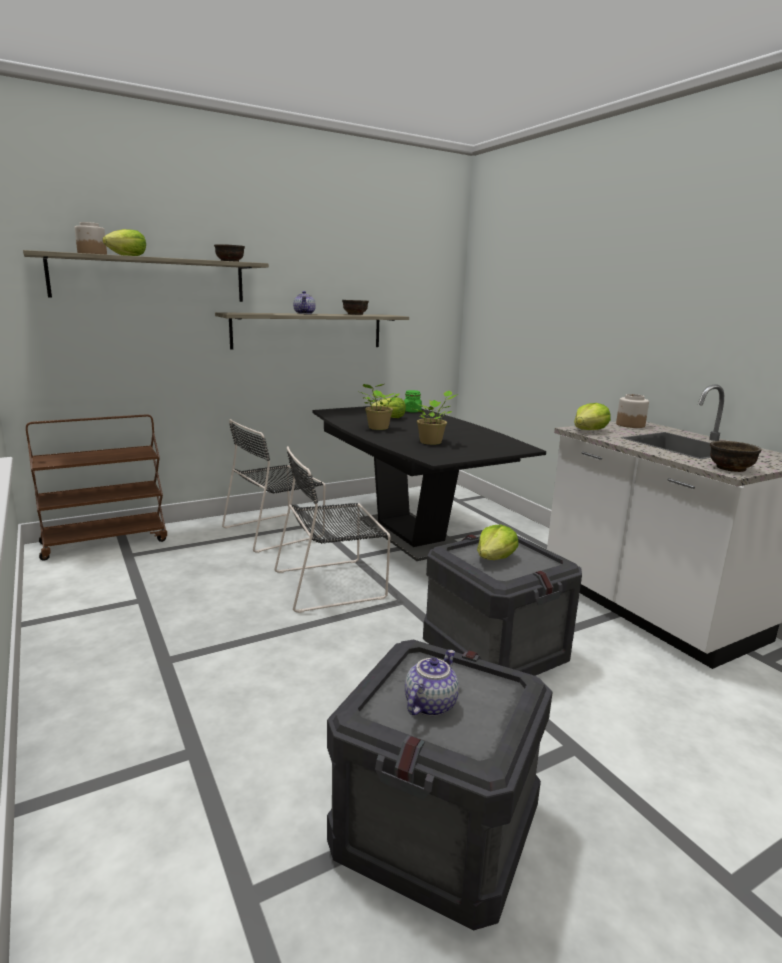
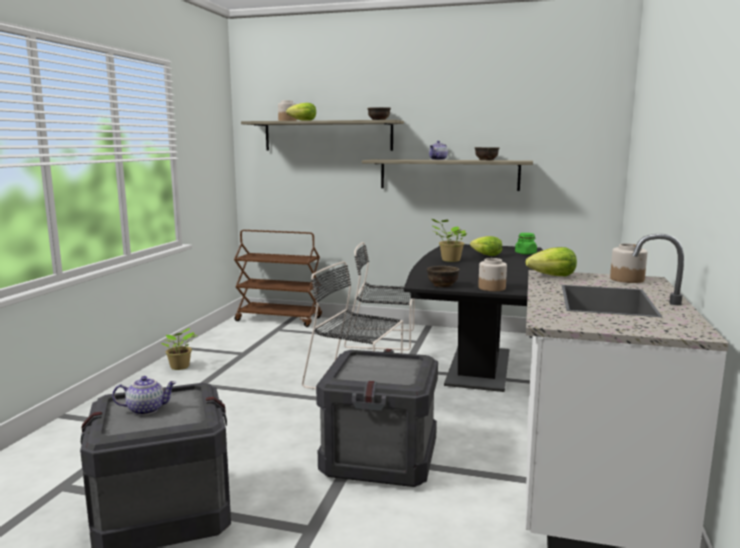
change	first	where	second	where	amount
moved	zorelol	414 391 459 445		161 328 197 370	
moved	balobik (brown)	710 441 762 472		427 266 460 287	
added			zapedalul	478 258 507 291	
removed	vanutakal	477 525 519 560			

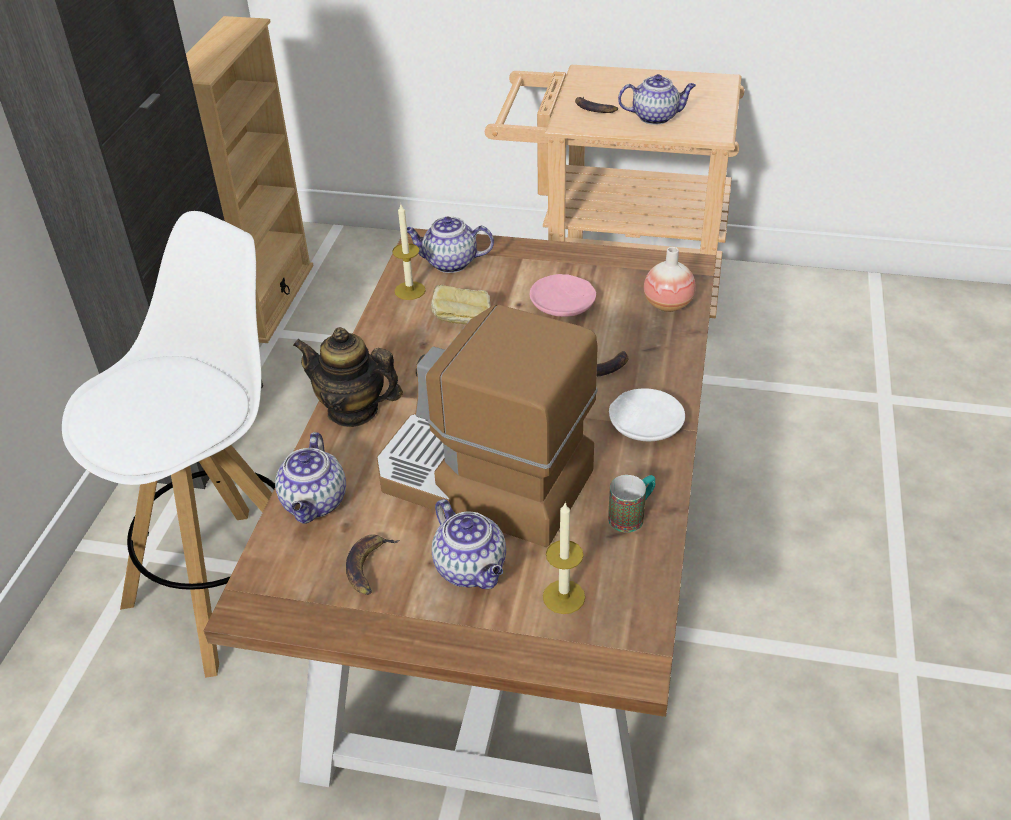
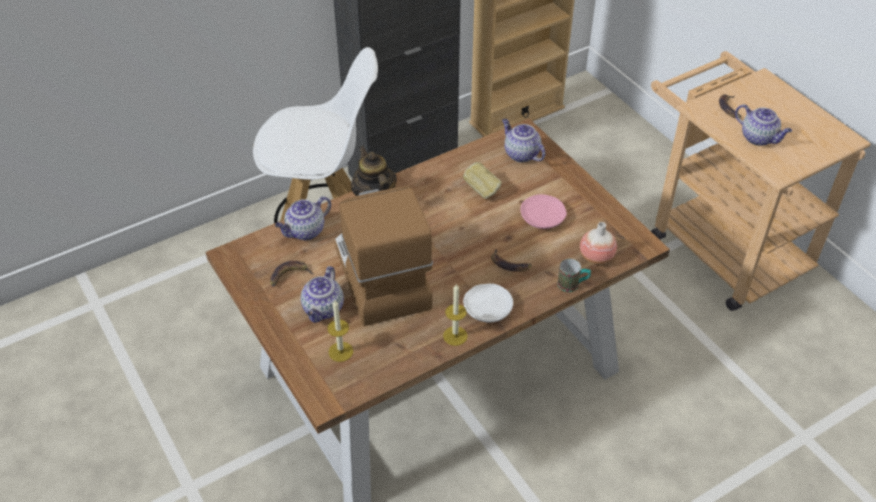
change	first	where	second	where	amount
moved	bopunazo	392 204 426 300		443 283 468 346	
moved	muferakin	608 475 655 533		558 259 591 292	

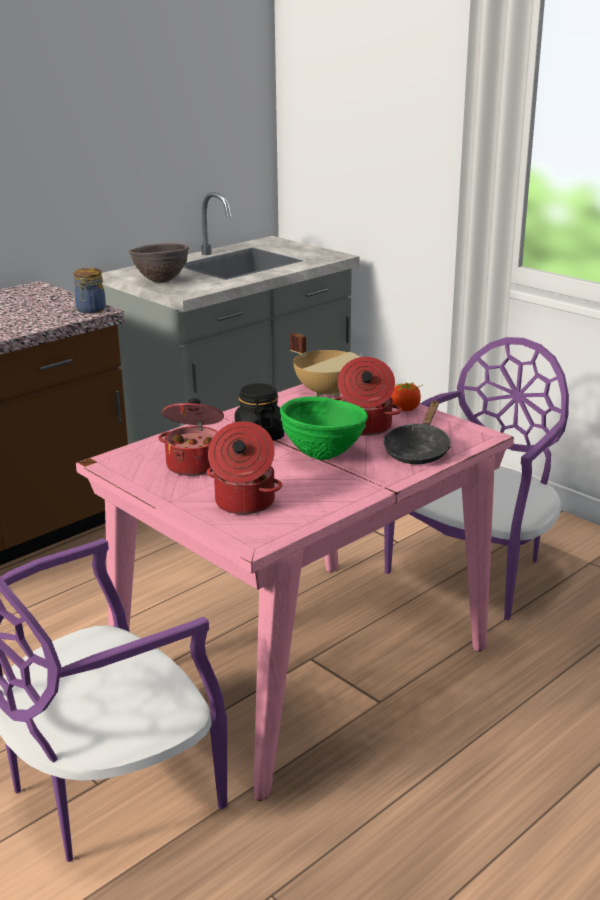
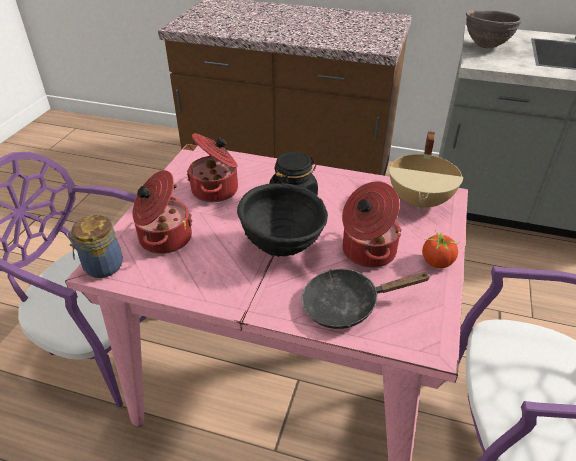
change	first	where	second	where	amount
moved	zapedalul	74 268 106 314		67 215 123 278	
recoloured	balobik (green)	280 396 368 460	balobik (black)	237 183 328 257	

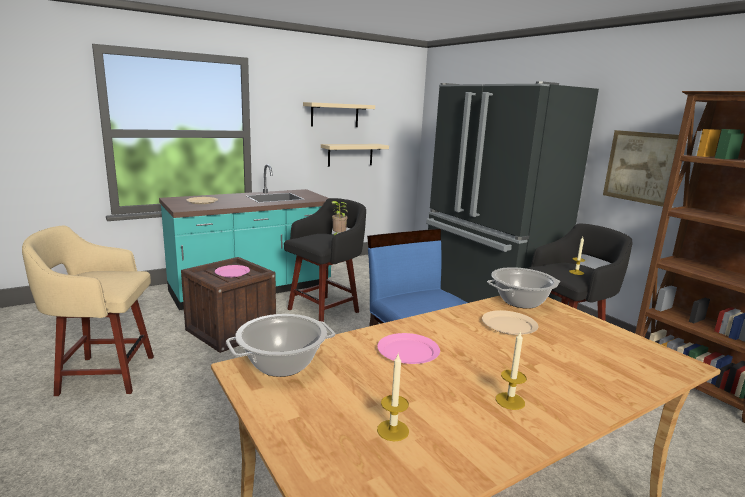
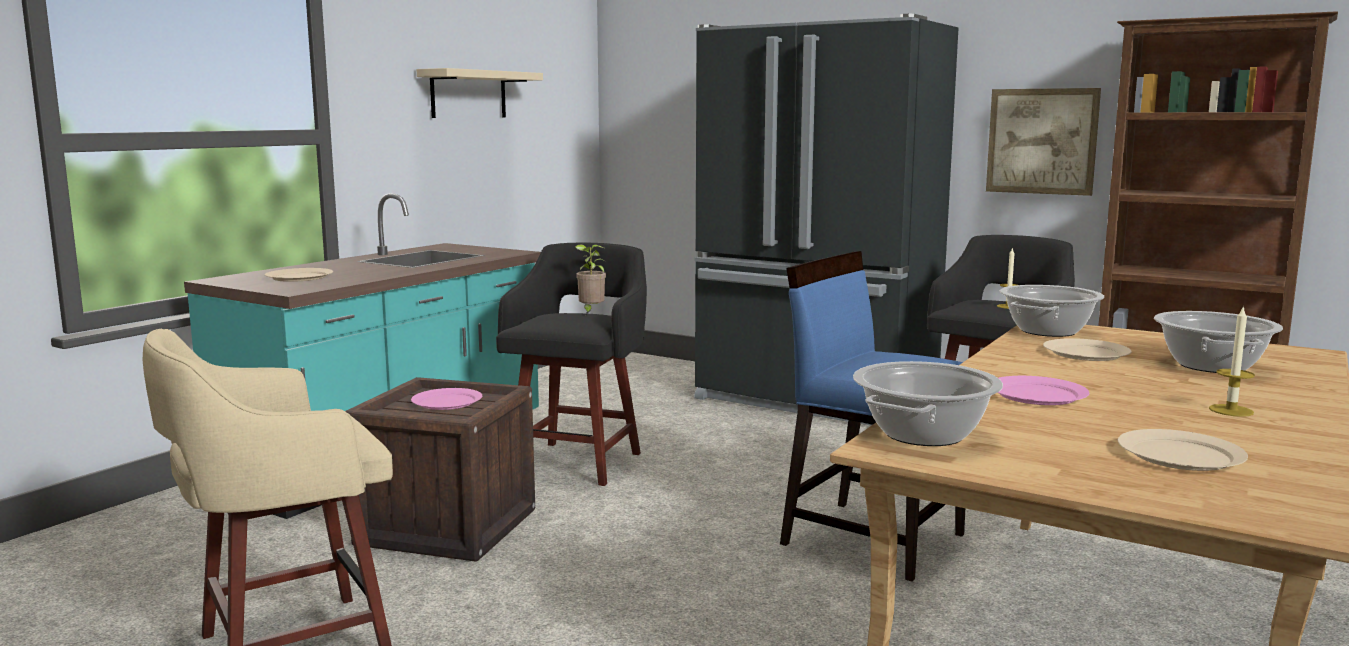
change	first	where	second	where	amount
replaced	bopunazo	377 354 409 441	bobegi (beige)	1118 429 1248 471	
added			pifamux	1154 311 1283 373	
removed	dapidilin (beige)	321 144 389 167			

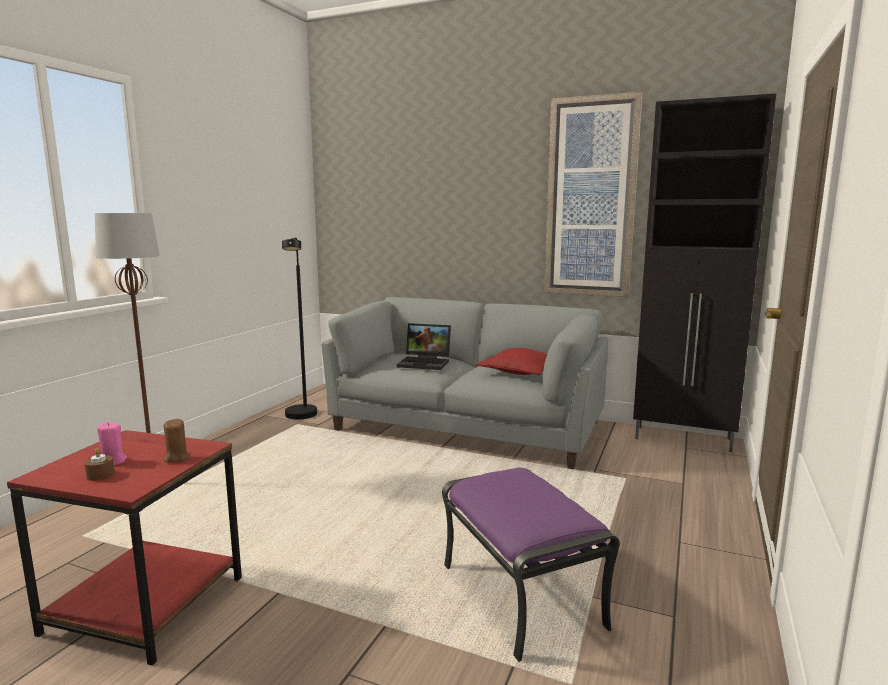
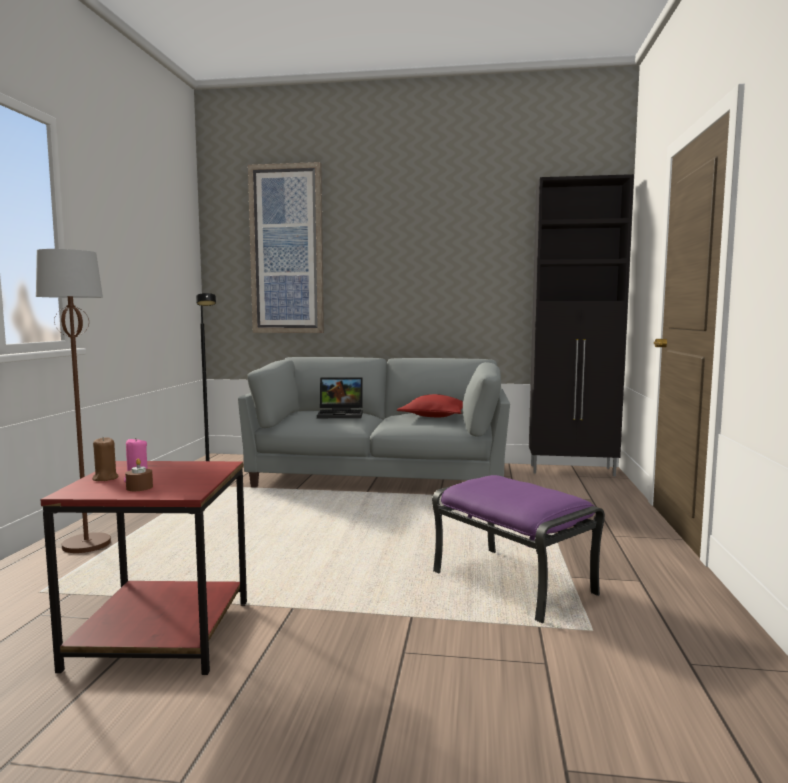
change	first	where	second	where	amount
moved	bopunazo (brown)	163 419 189 463		92 437 118 481	
moved	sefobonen	544 92 643 297		248 162 324 333	

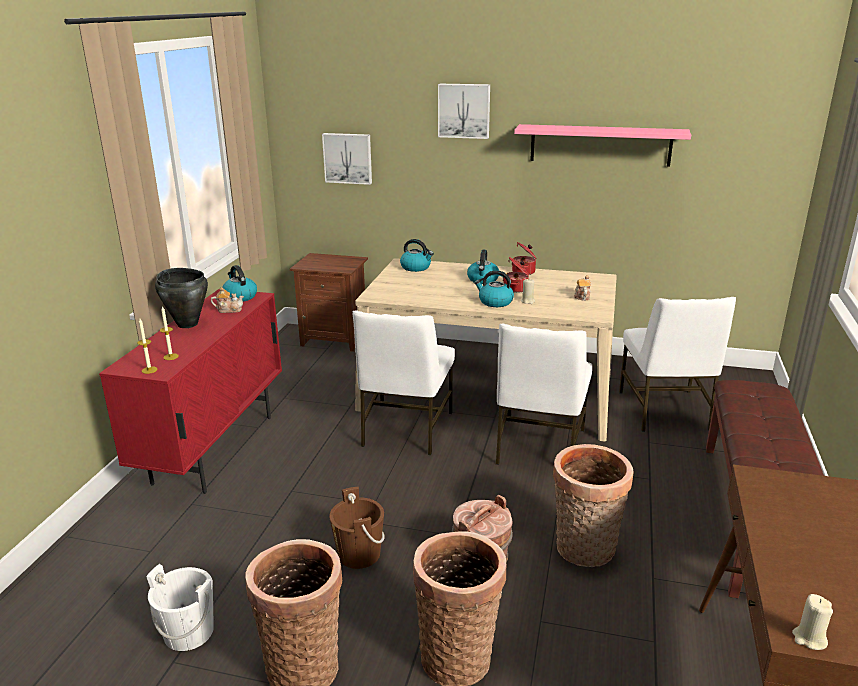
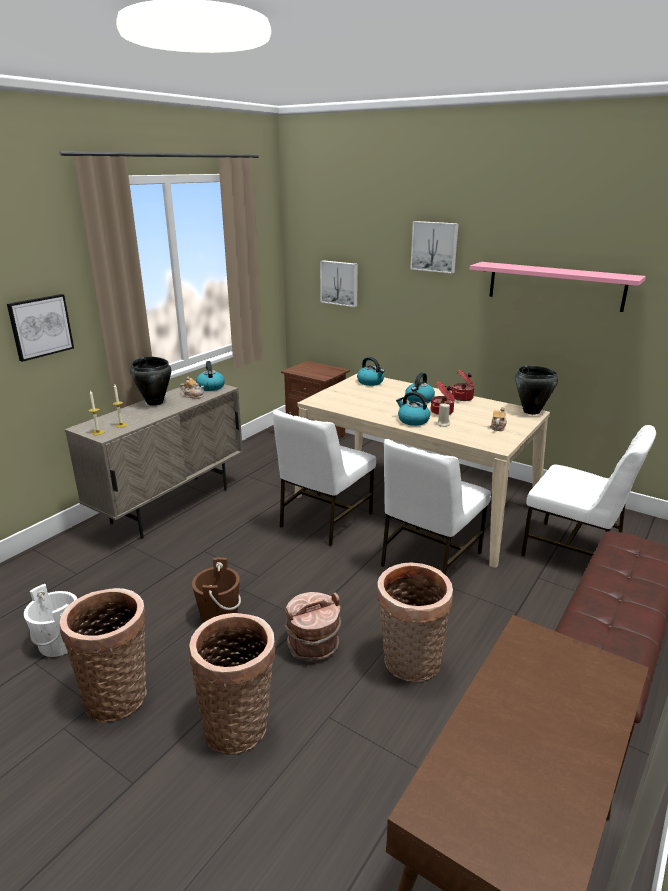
change	first	where	second	where	amount
added			sefobonen	7 294 74 362	
recoloured	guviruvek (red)	99 289 282 494	guviruvek (beige)	65 381 243 539	
added			pifamux (black)	515 365 558 415	
turned	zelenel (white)	619 297 736 432		521 425 656 556	75 degrees counterclockwise
removed	bopunazo (beige)	792 594 833 650			

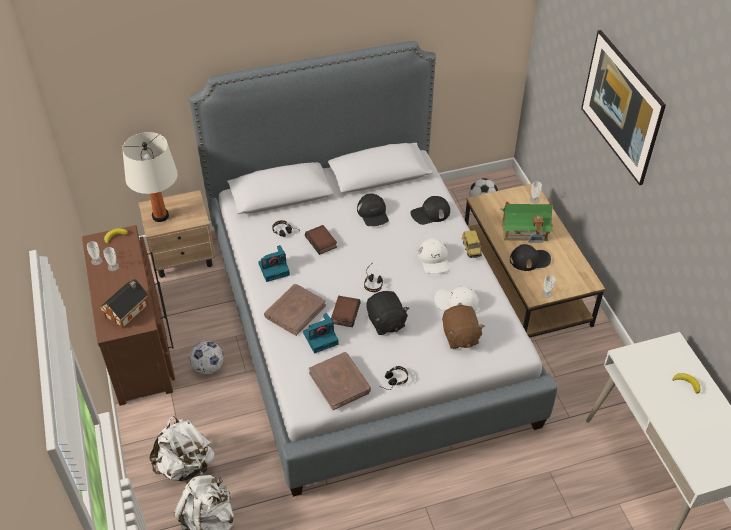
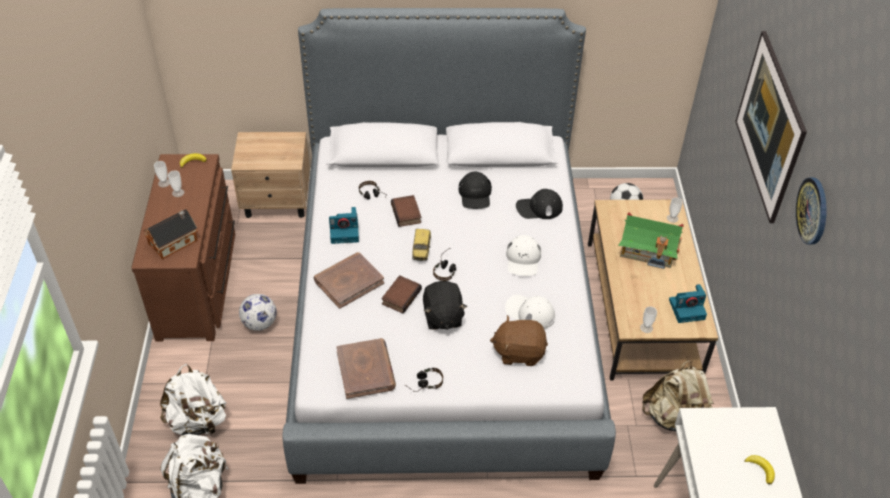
change	first	where	second	where	amount
moved	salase	462 230 482 258		412 229 431 261	
turned	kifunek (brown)	442 305 485 349		490 315 548 366	90 degrees clockwise
added			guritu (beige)	642 360 714 431	
moved	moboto	303 313 338 353		669 284 707 323	
added			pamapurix	796 178 827 244	
removed	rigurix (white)	122 132 178 222			
removed	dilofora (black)	510 244 551 271			

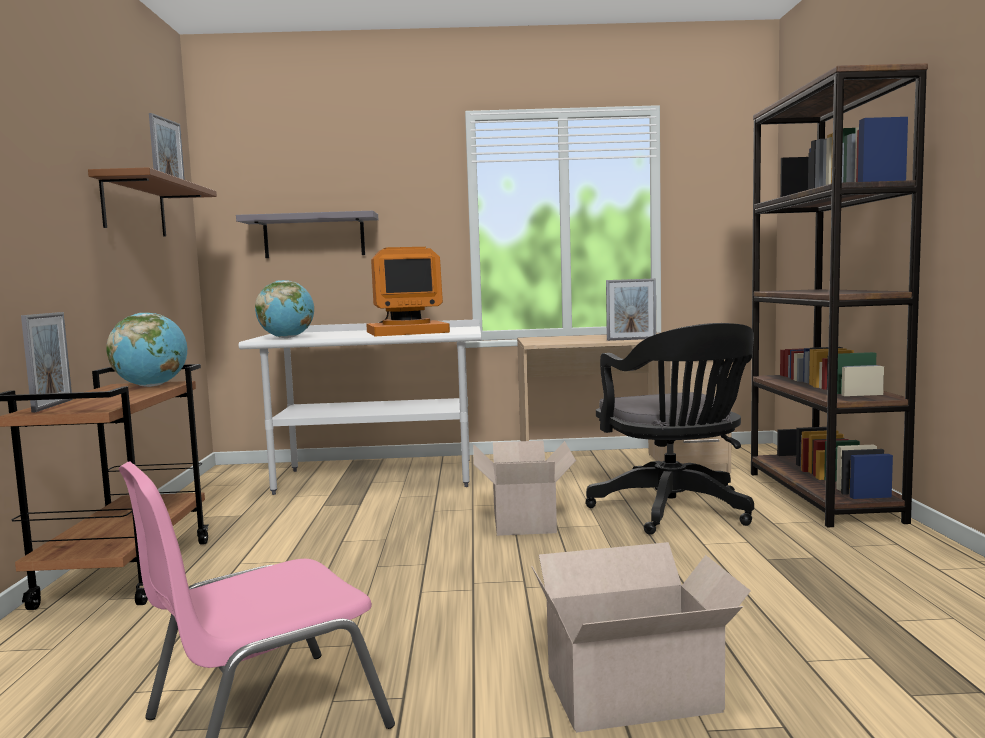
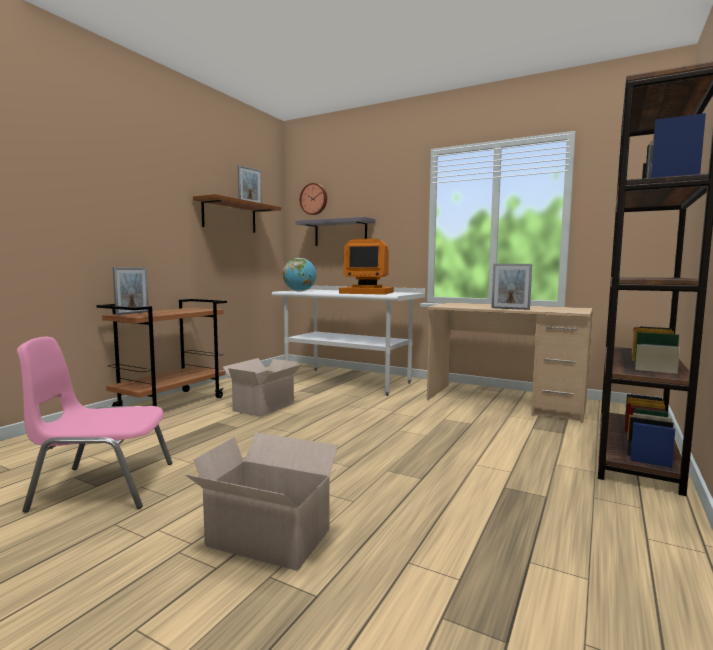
change	first	where	second	where	amount
moved	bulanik	473 440 576 536		223 358 303 417	
added			pamapurix	300 183 327 215	
removed	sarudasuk	106 313 187 387			
removed	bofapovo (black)	585 323 754 535			

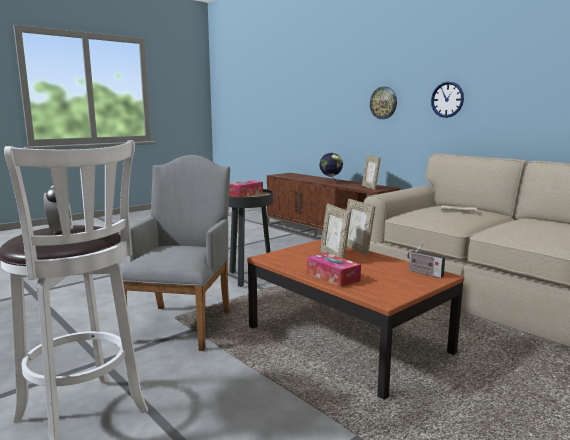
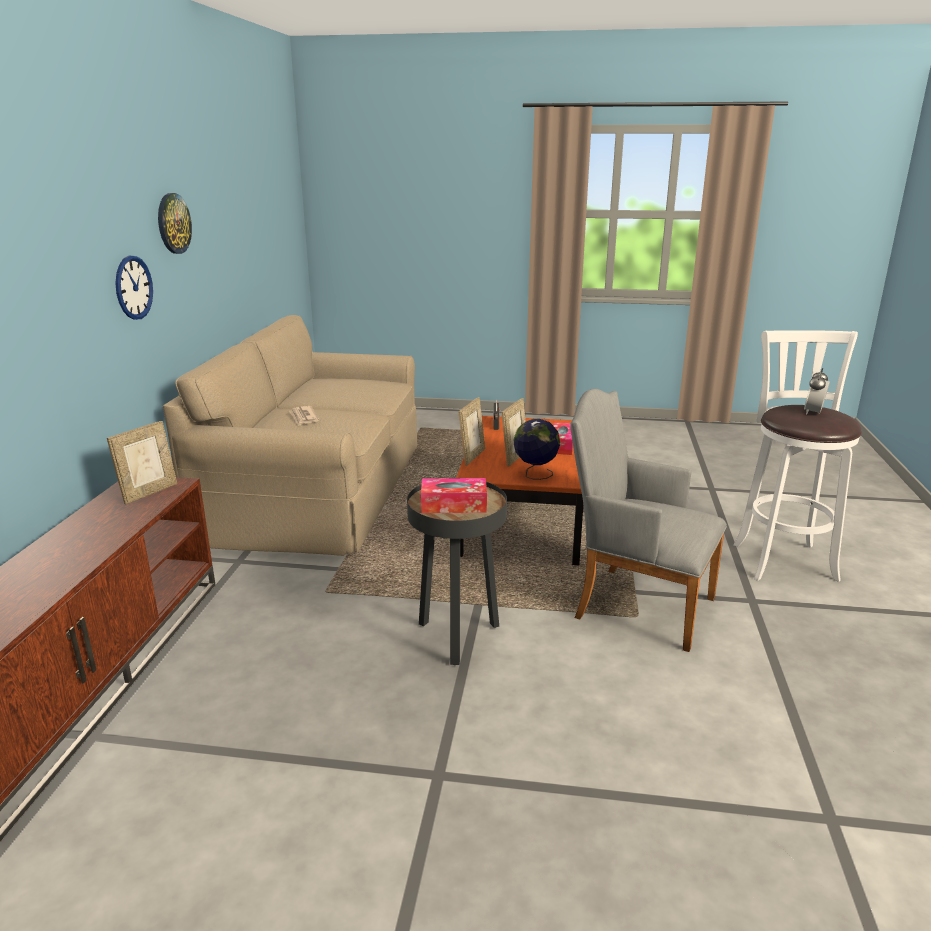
change	first	where	second	where	amount
moved	pamapurix	370 87 397 119		158 193 192 254	
moved	sarudasuk	319 153 343 184		514 419 560 480	
turned	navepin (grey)	121 155 230 351		570 389 727 652	60 degrees clockwise

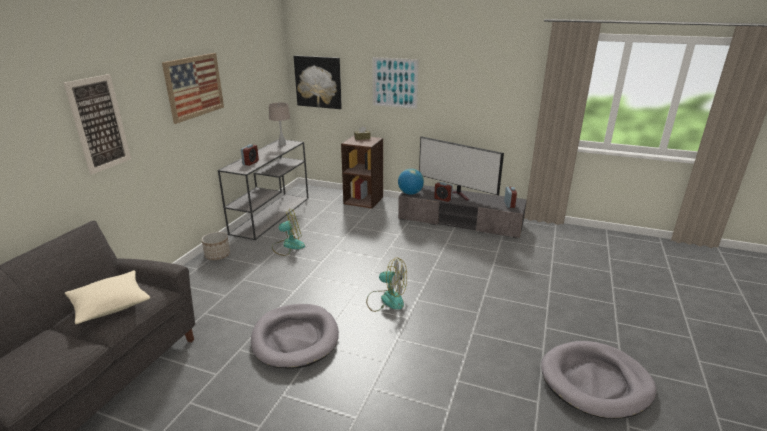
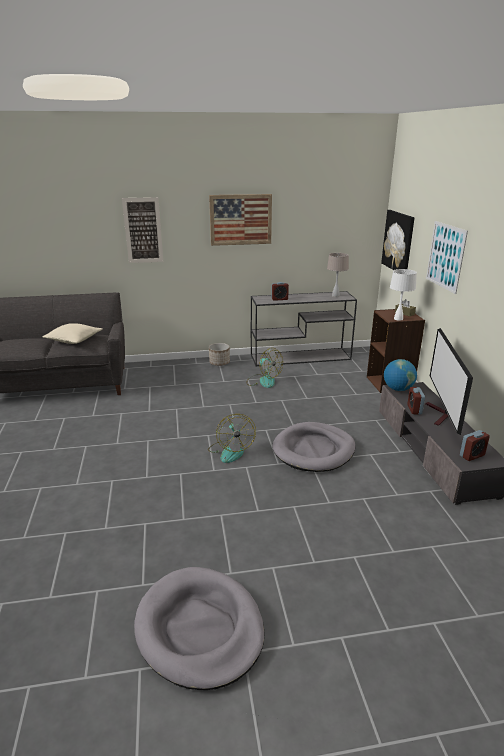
change	first	where	second	where	amount
moved	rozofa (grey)	251 304 339 369		272 422 356 472	
added			rigurix (white)	390 269 417 321	

